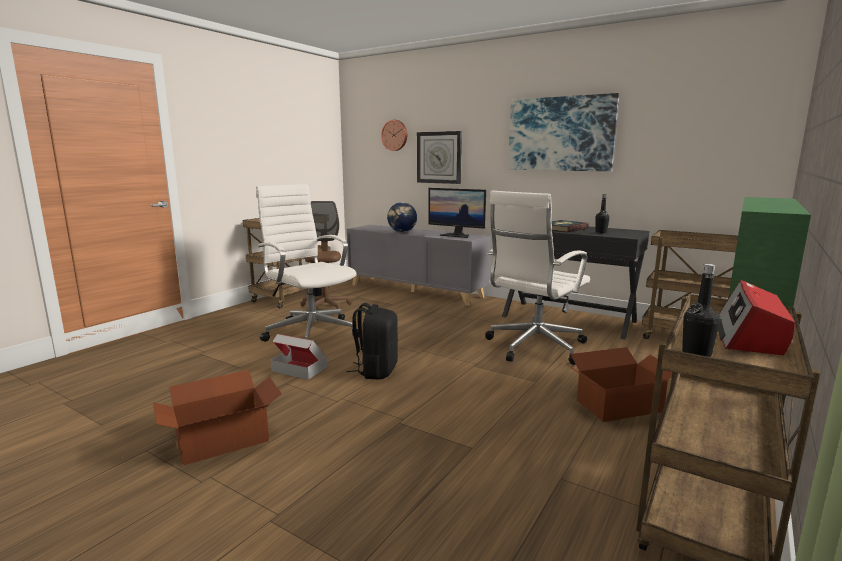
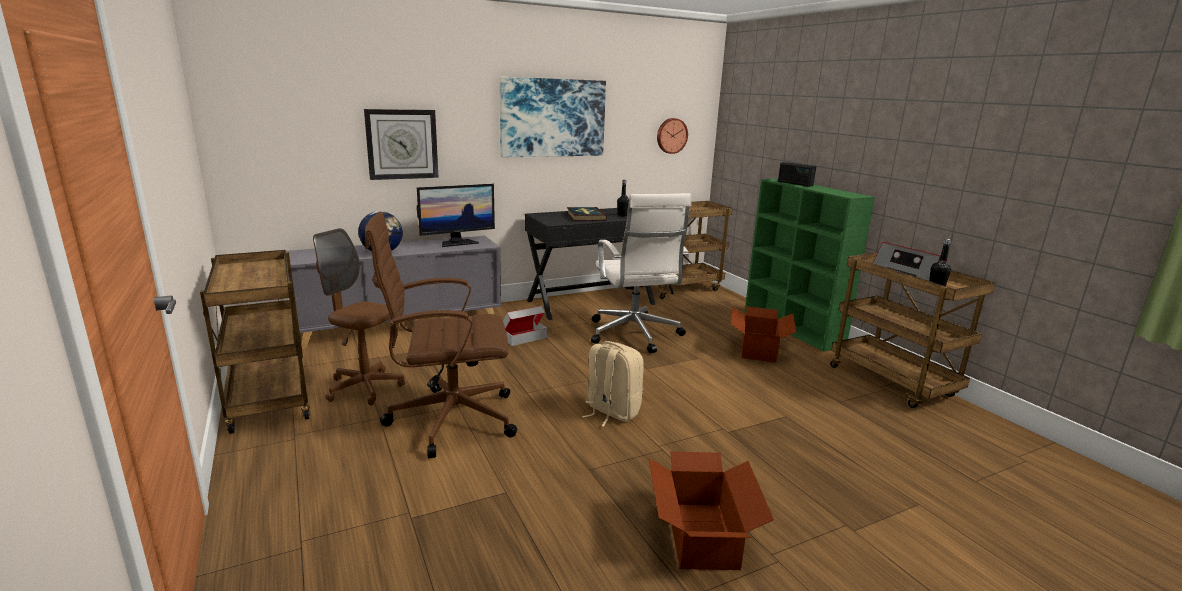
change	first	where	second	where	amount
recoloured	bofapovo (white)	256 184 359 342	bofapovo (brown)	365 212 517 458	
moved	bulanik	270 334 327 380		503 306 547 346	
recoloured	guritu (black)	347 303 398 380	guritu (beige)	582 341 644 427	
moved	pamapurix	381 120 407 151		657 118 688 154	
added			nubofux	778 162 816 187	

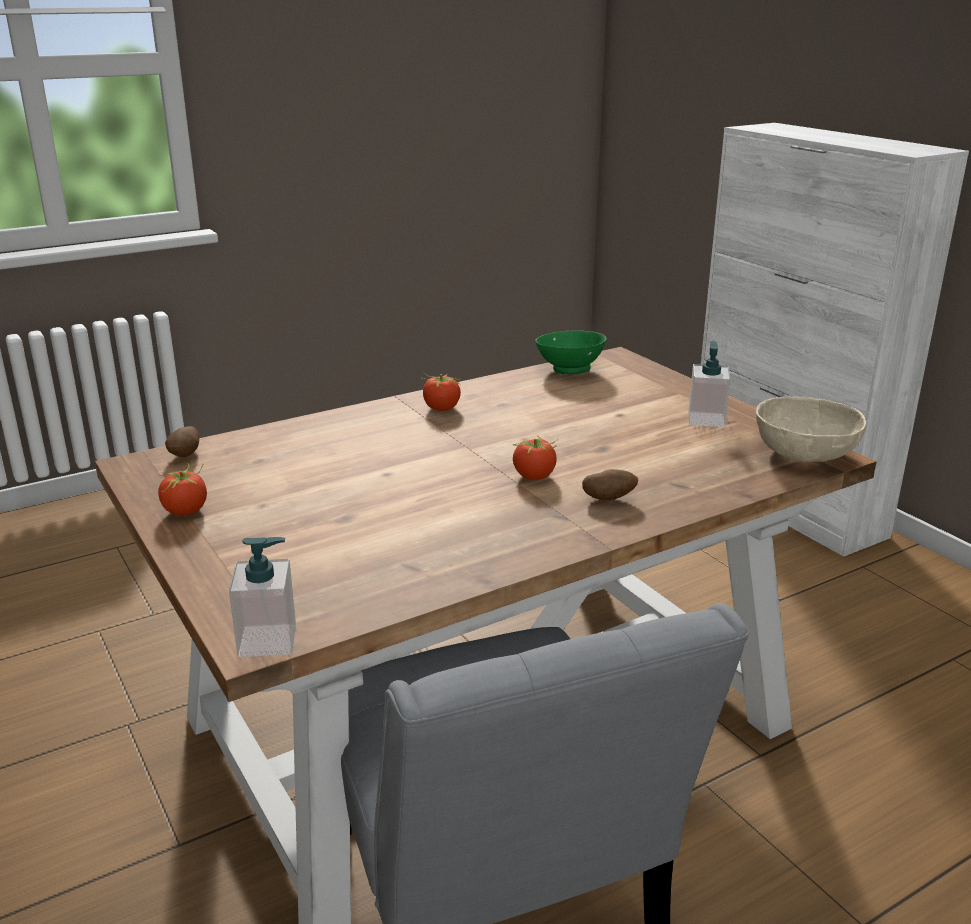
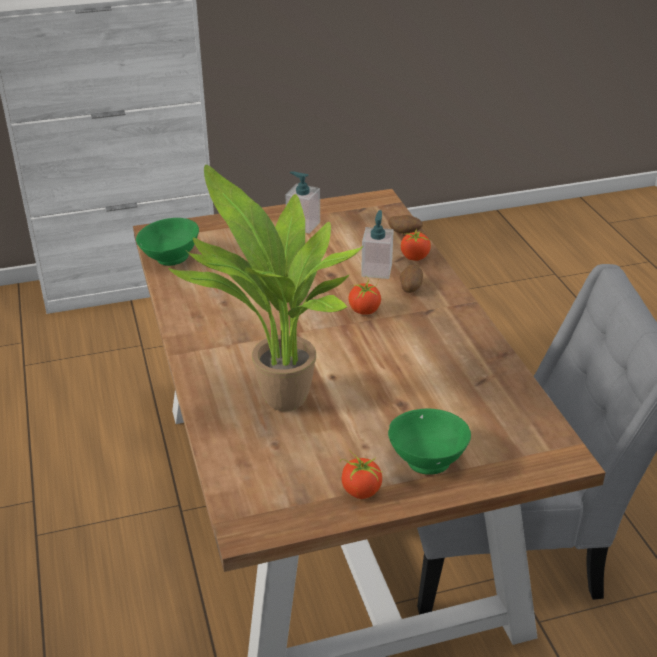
change	first	where	second	where	amount
added			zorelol	168 165 363 411	
moved	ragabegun	229 537 296 657		361 210 394 279	
moved	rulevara	165 426 199 457		388 215 423 234	
added			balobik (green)	388 409 471 475	
moved	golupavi	421 372 461 411		401 228 432 261	
removed	balobik (beige)	756 396 866 462			

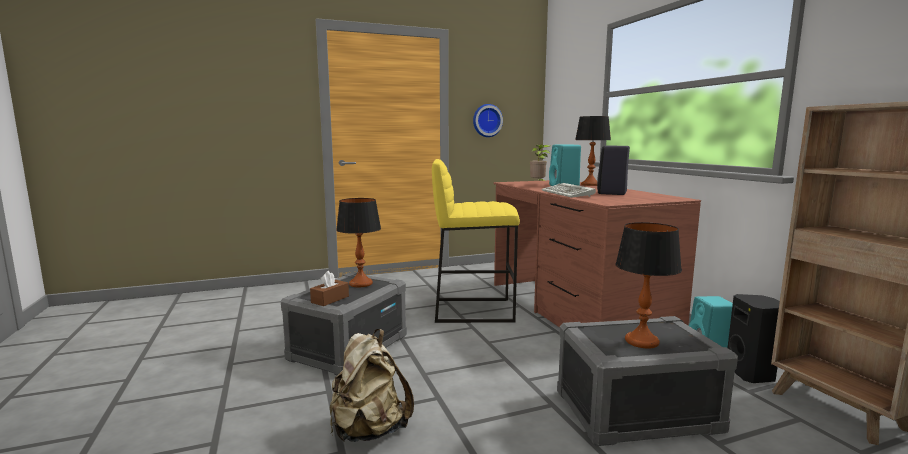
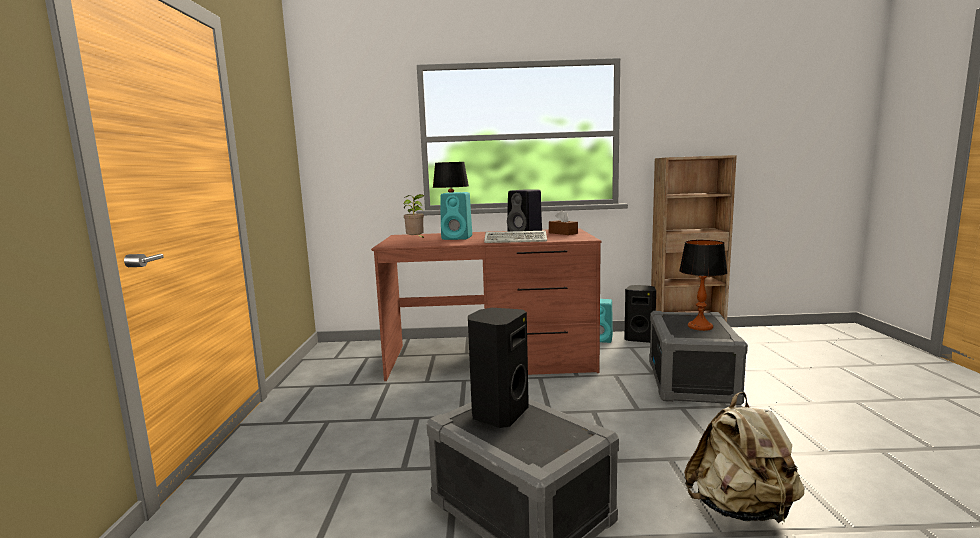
change	first	where	second	where	amount
replaced	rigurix	336 198 381 287	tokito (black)	468 308 529 428	
moved	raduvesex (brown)	310 271 349 306		549 210 578 235	
removed	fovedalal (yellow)	432 159 520 323			
removed	pamapurix	473 104 503 137			

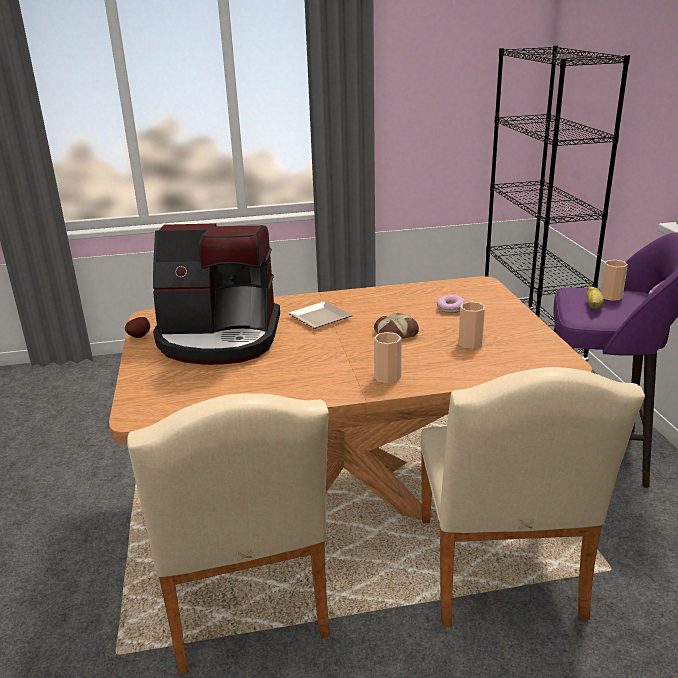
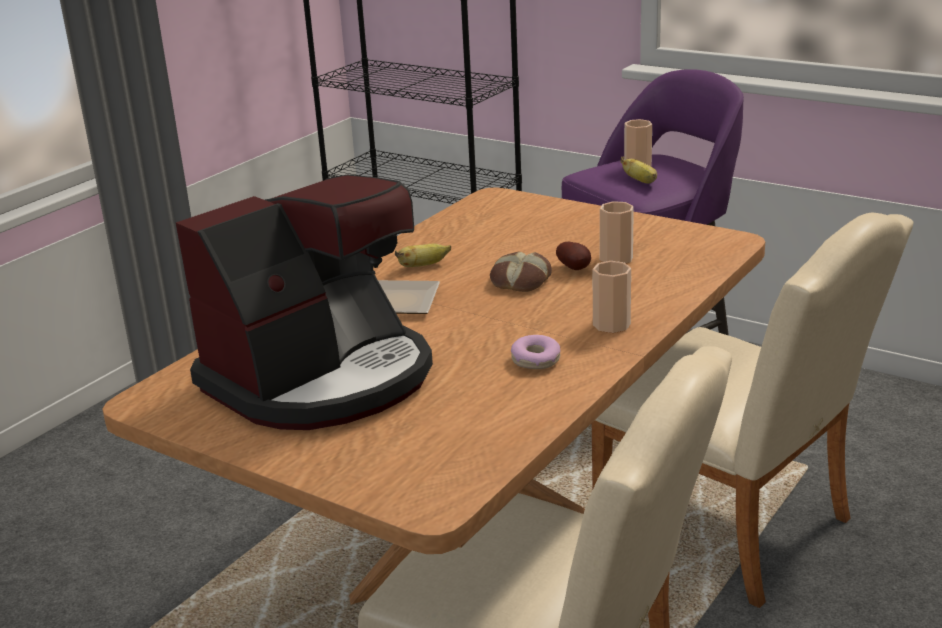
change	first	where	second	where	amount
added			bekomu	395 244 451 267	
moved	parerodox	437 295 466 313		511 335 560 369	
moved	rulevara	125 317 150 338		556 242 591 270	

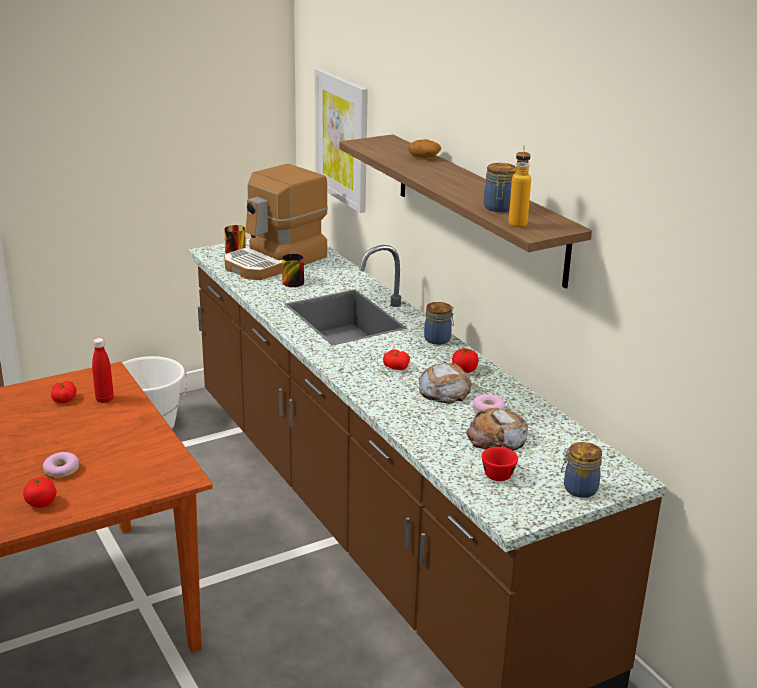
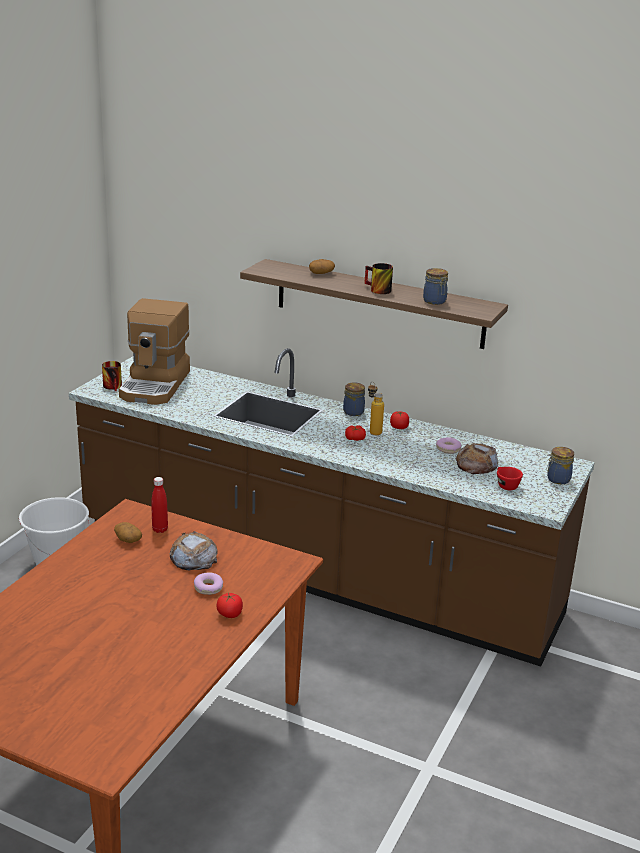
change	first	where	second	where	amount
replaced	golupavi	51 381 77 403	rulevara	114 522 142 543	
moved	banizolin	419 361 472 404		170 531 217 571	
moved	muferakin	282 254 304 287		364 263 393 294	
moved	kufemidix	509 145 531 228		368 381 384 435	
removed	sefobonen	315 68 368 213			

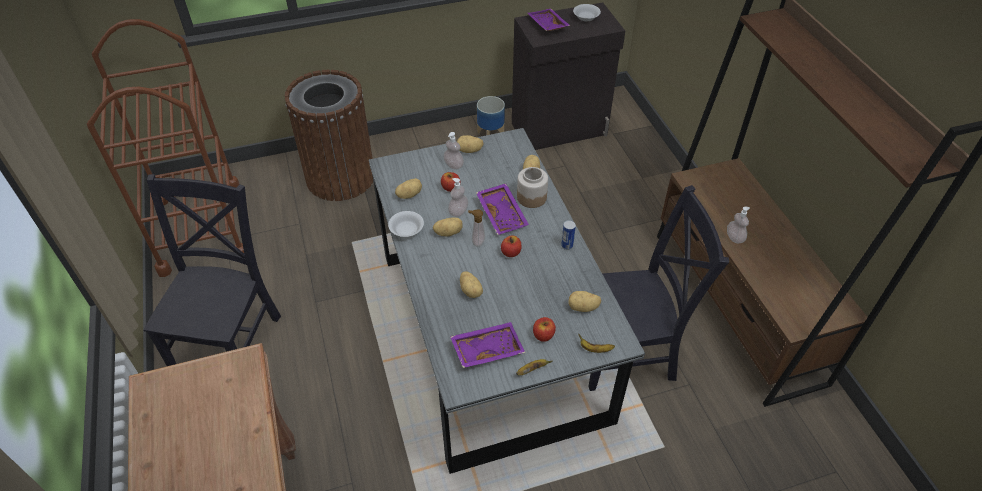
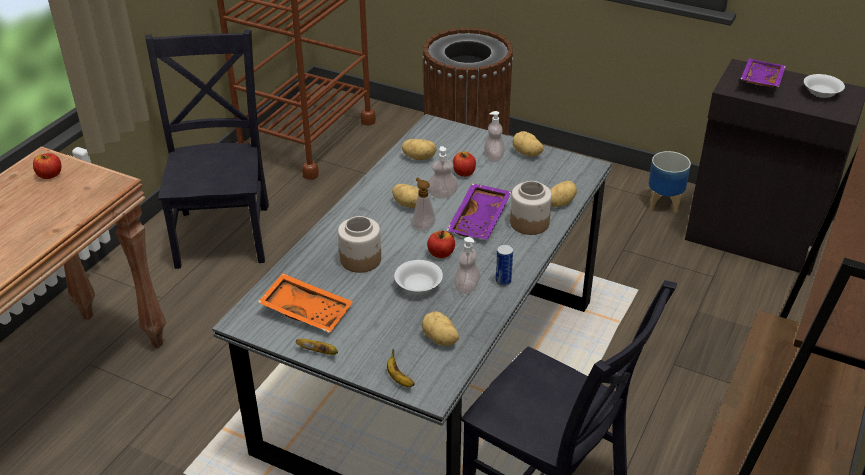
change	first	where	second	where	amount
moved	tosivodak	533 317 556 342		33 153 61 179	
turned	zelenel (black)	143 174 281 366		145 30 269 269	60 degrees counterclockwise
recoloured	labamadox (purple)	450 322 525 368	labamadox (orange)	258 273 353 333	
replaced	rulevara	460 271 483 298	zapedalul	338 216 381 273	
moved	balobik (white)	388 211 424 237		394 260 443 294	
moved	ragabegun	727 207 750 243		454 237 480 294	

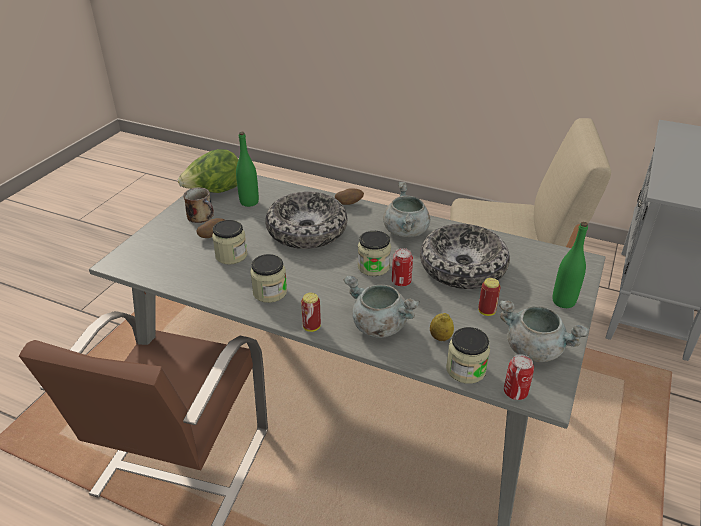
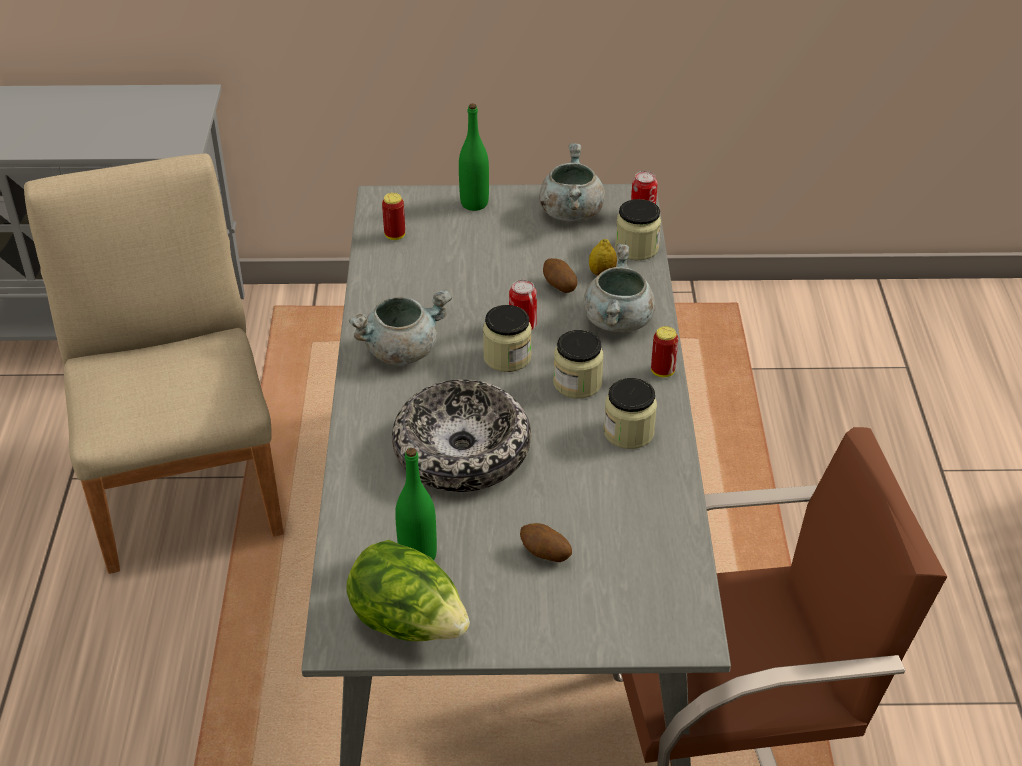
change	first	where	second	where	amount
moved	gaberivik	478 278 501 316		382 193 405 240	
moved	rulevara	335 188 364 205		543 258 577 293	
moved	zapedalul	212 220 247 265		553 330 604 399	
removed	muferakin	183 188 214 223			
removed	balobik	420 224 510 289			

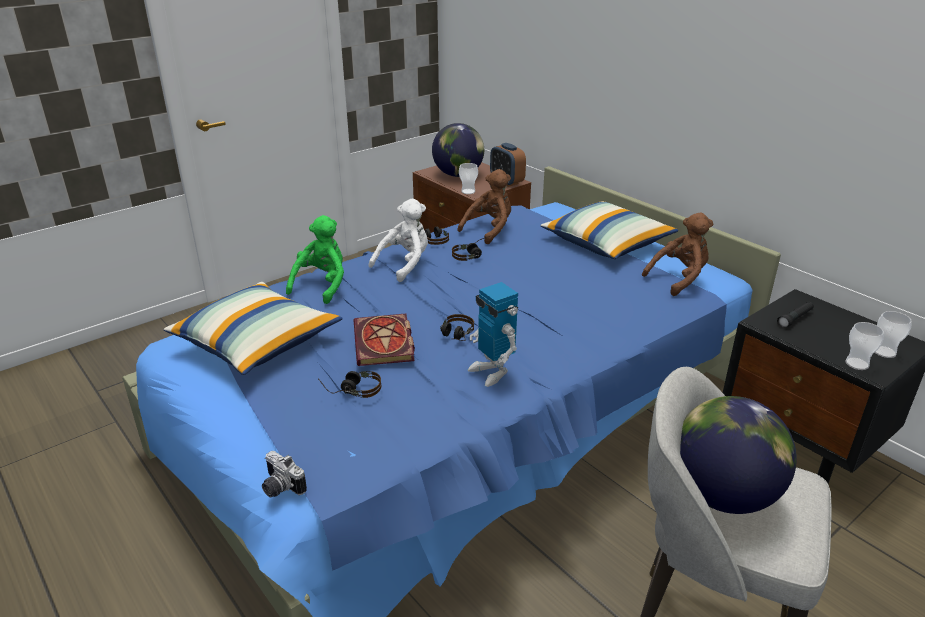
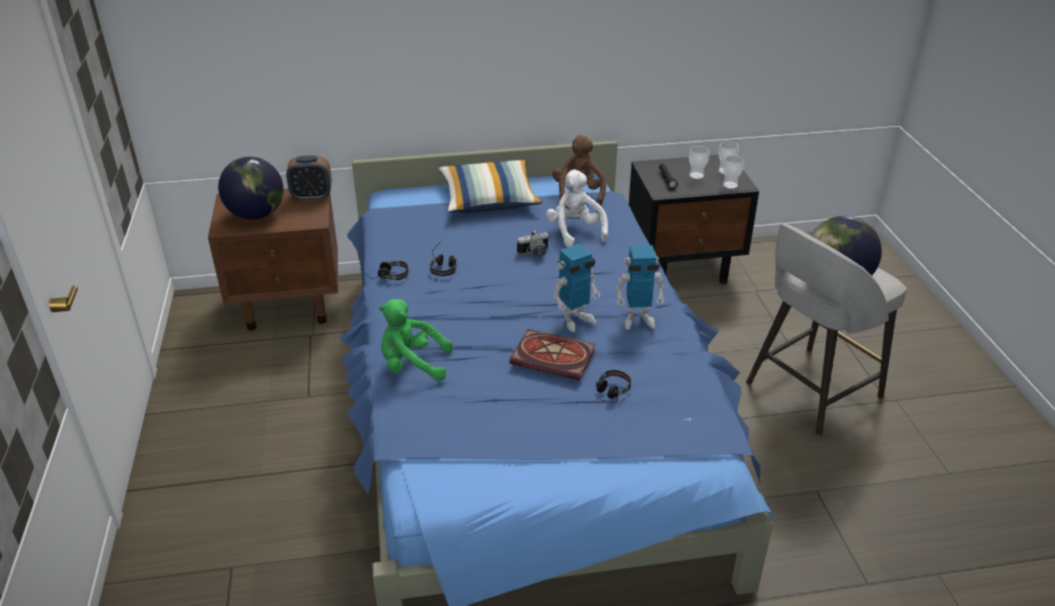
change	first	where	second	where	amount
turned	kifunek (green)	286 215 344 304		379 299 452 381	45 degrees counterclockwise
moved	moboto	262 451 307 498		517 231 548 257	
moved	kifunek (white)	369 199 428 282		546 170 608 247	
replaced	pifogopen	441 314 474 341	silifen	553 244 600 332	
moved	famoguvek	459 163 478 194		689 146 710 179	
removed	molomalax	163 282 343 375			
removed	kifunek (brown)	457 169 511 244			

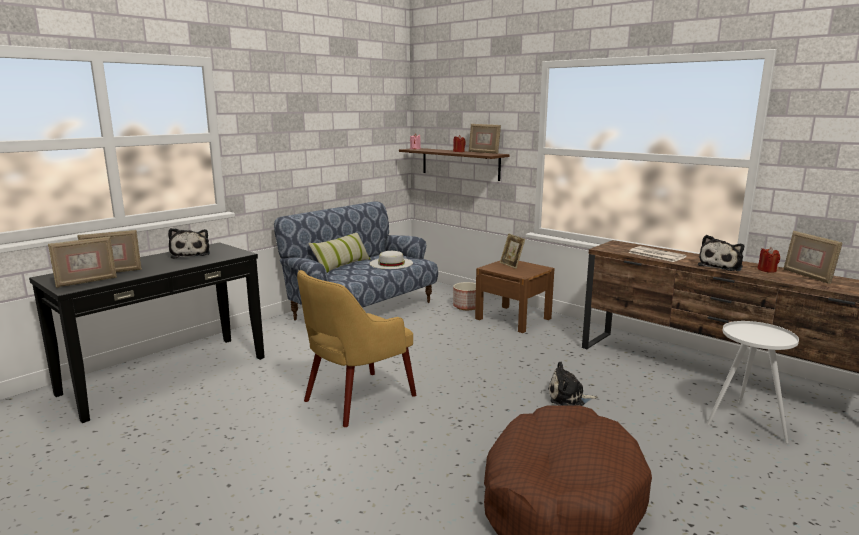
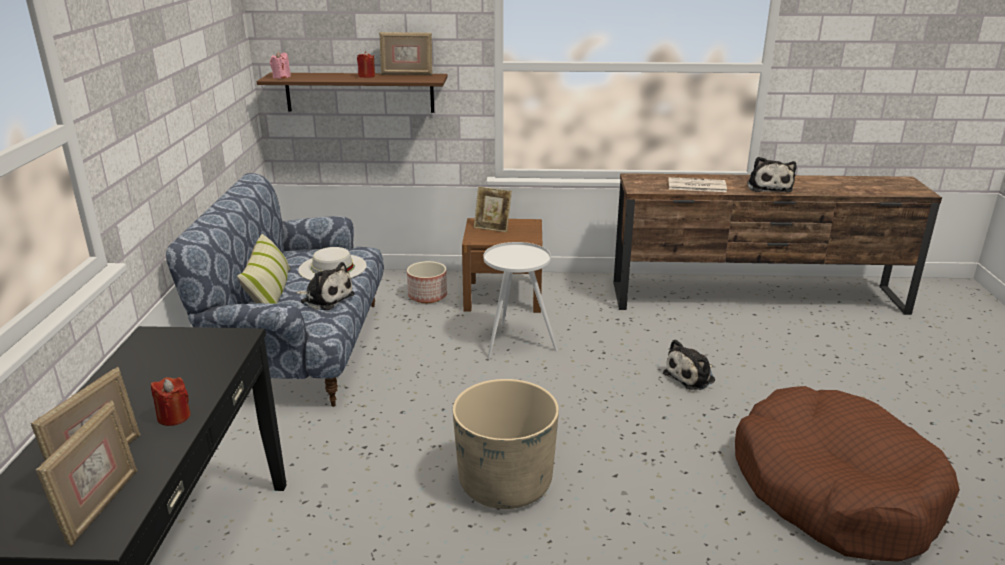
change	first	where	second	where	amount
moved	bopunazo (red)	757 247 780 273		151 377 191 426	
moved	kifunek	168 228 210 259		296 262 355 310	
replaced	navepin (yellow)	297 270 416 427	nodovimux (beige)	453 379 559 509	
moved	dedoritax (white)	707 321 799 443		483 242 558 358	
removed	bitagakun	783 231 842 284			

